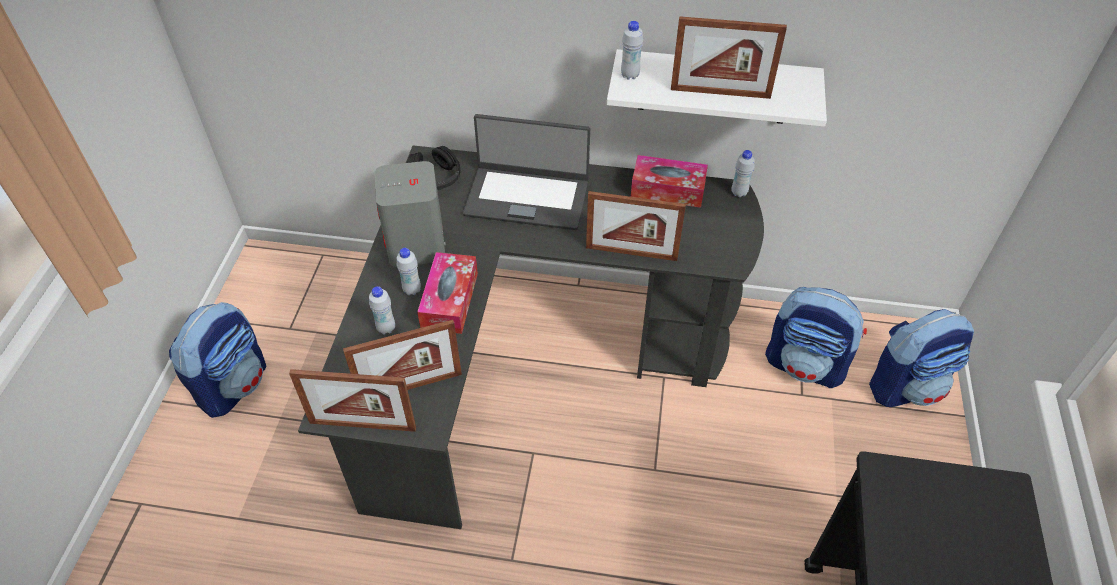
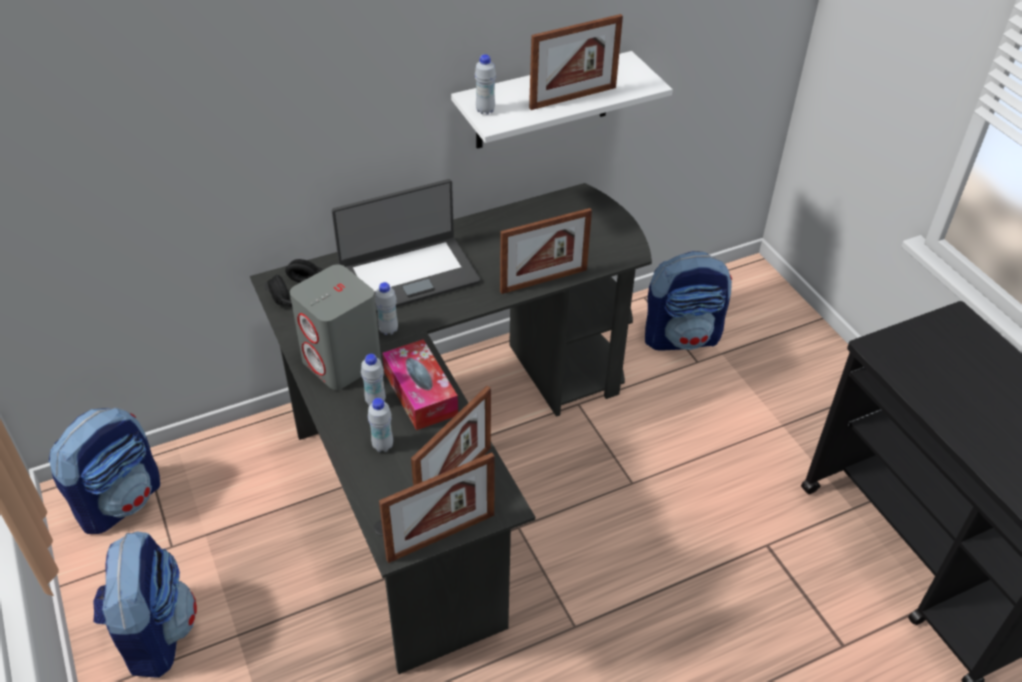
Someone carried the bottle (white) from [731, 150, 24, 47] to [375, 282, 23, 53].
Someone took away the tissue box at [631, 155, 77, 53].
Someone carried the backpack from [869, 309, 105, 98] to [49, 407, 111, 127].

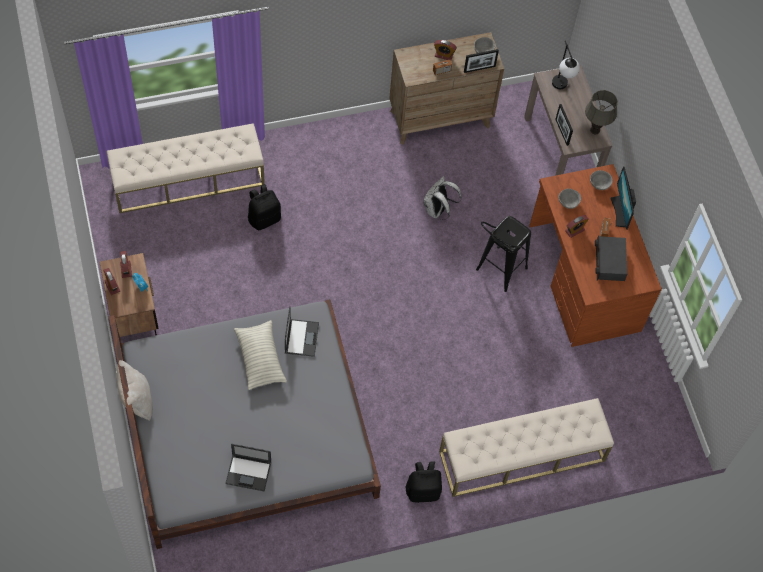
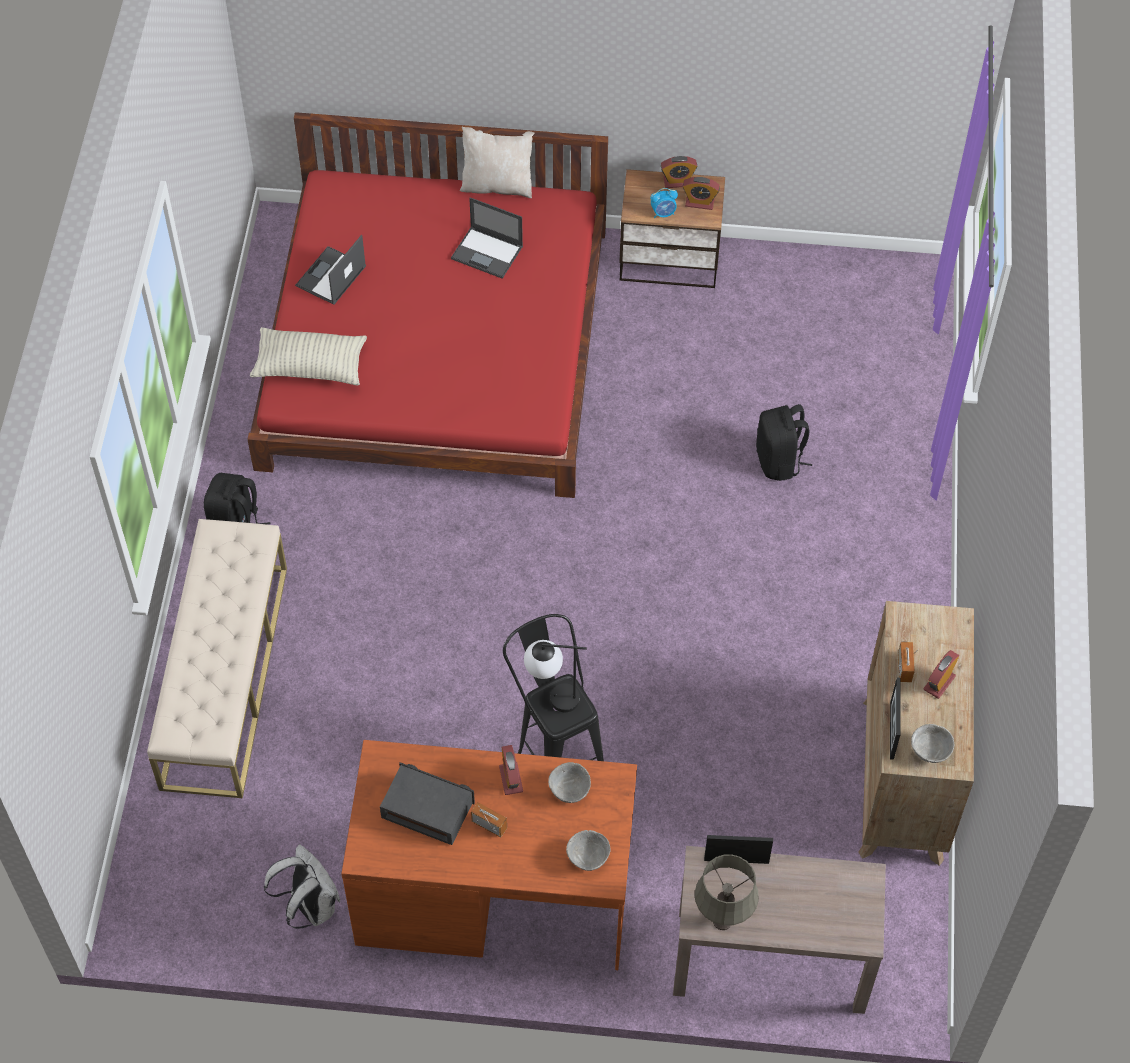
Someone carried the table lamp from [552, 41, 28, 48] to [524, 640, 63, 72].
Someone took away the bench (beige) at [107, 123, 158, 90].
Someone took away the monitor at [610, 166, 26, 64].
Someone carried the backpack (white) from [423, 176, 39, 44] to [264, 844, 76, 85].
Someone repainted the bed (grey) at [109, 299, 272, 250], which became the bed (red) at [247, 112, 361, 386].
Someone carried the laptop from [285, 306, 34, 51] to [451, 197, 72, 82].
Someone carried the pillow from [234, 320, 53, 70] to [250, 327, 117, 59].

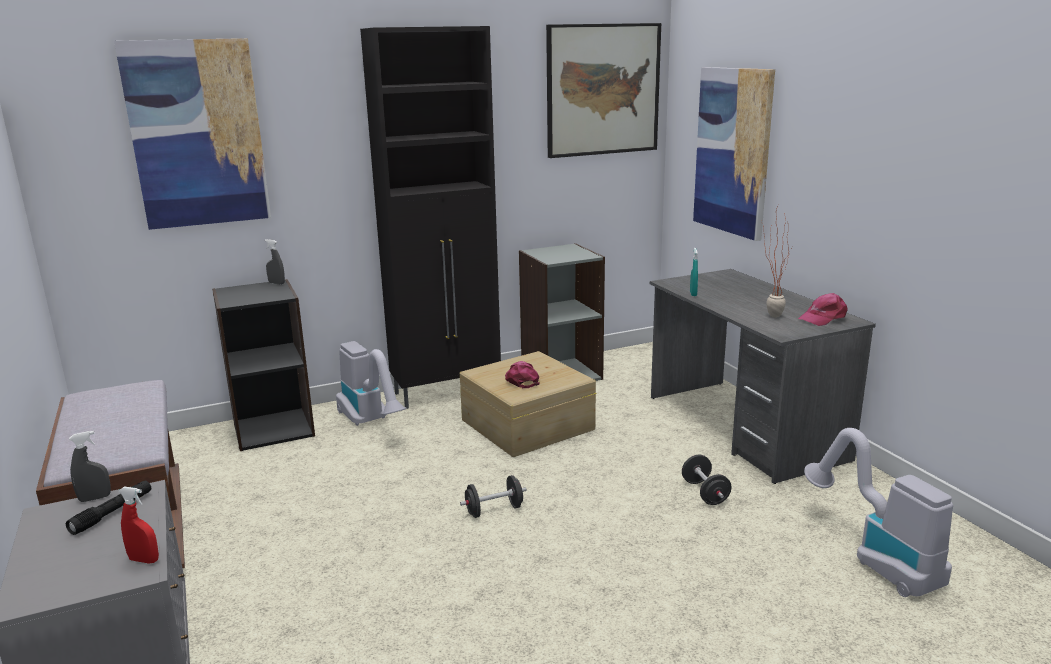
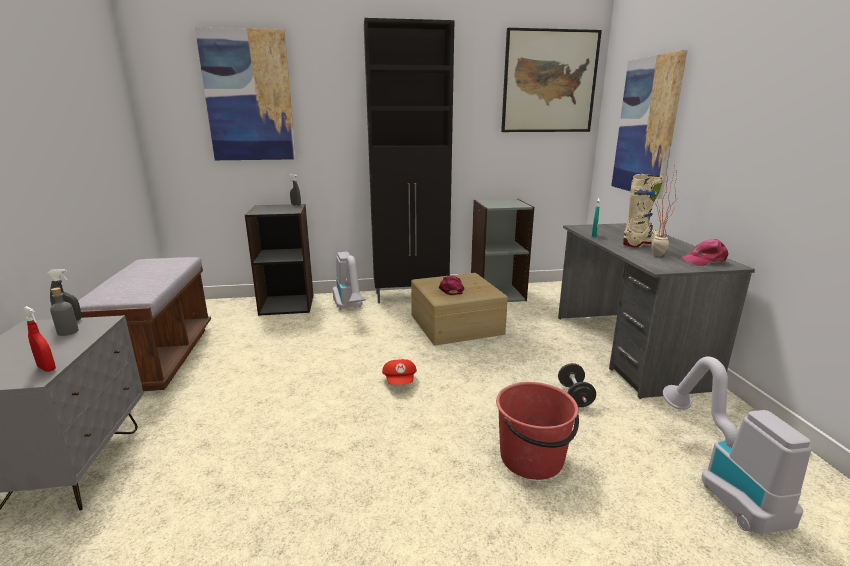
Someone swapped the dumbbell (black) at [460, 475, 67, 43] for the cap (red) at [382, 359, 35, 26].
Someone swapped the flashlight (black) at [66, 480, 85, 55] for the bottle (grey) at [50, 287, 29, 49].
Someone put down the boot (beige) at [623, 174, 41, 74].
Someone put down the bucket (red) at [496, 382, 83, 98].

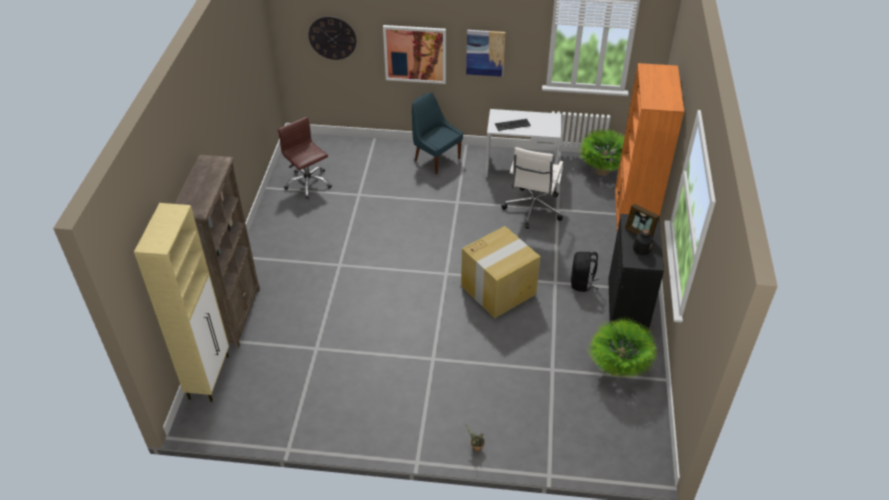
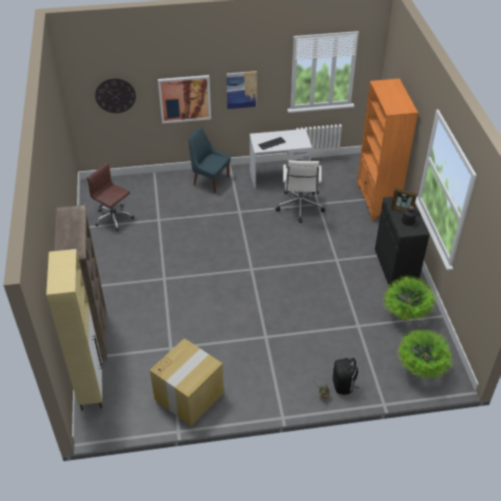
Someone carried the potted plant from [578, 129, 46, 47] to [396, 328, 58, 51].
Someone carried the cardboard box from [461, 226, 80, 92] to [150, 338, 74, 88].
Someone carried the backpack (black) from [571, 252, 28, 40] to [333, 358, 26, 37].

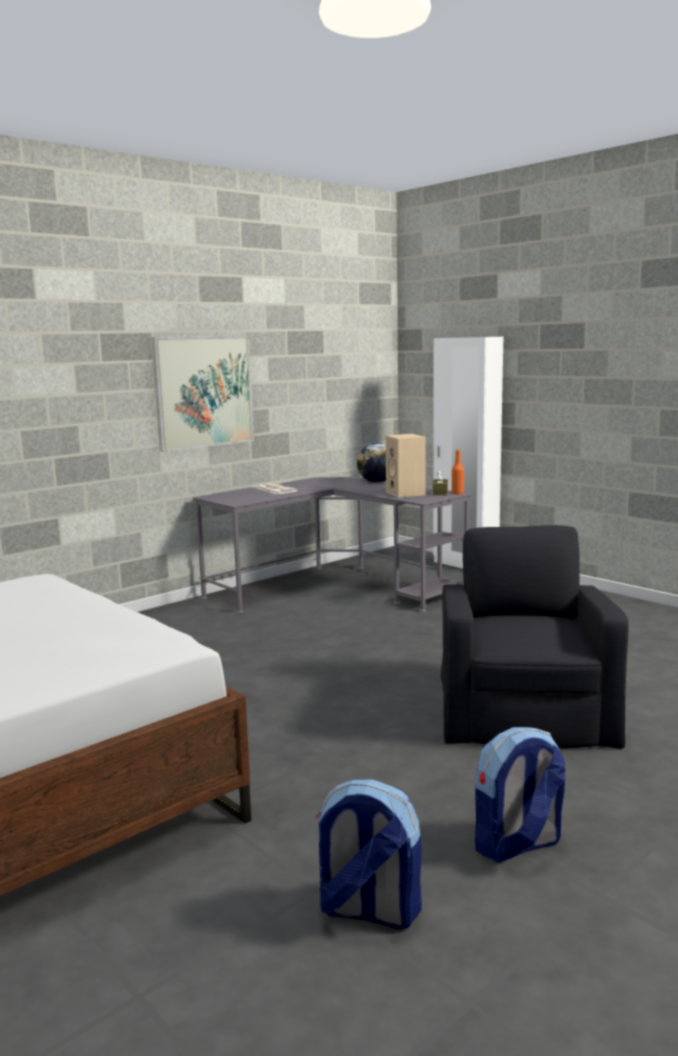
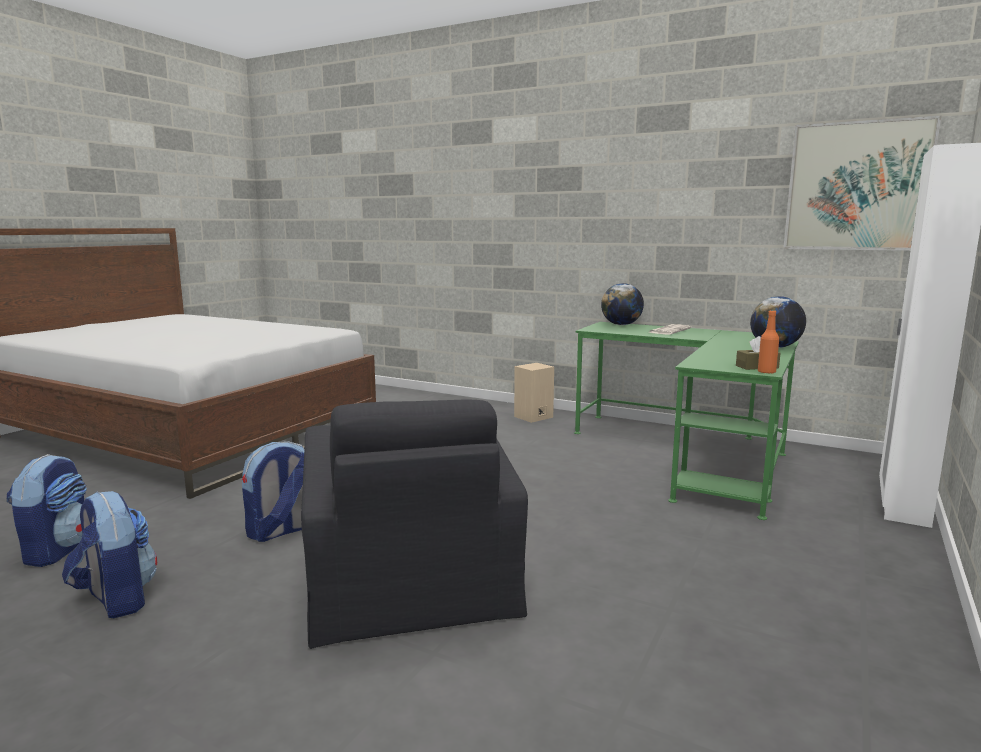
Someone carried the picture from [152, 336, 102, 116] to [783, 115, 159, 136].
Someone carried the speaker (beige) from [386, 434, 39, 64] to [514, 363, 40, 60].
Someone repainted the desk (grey) at [193, 477, 279, 136], which became the desk (green) at [574, 322, 225, 198].
Someone rotated the armchair (black) at [441, 525, 188, 224] by 90 degrees clockwise.
Someone put down the globe at [601, 283, 43, 42].
Someone put down the backpack at [242, 442, 62, 100].

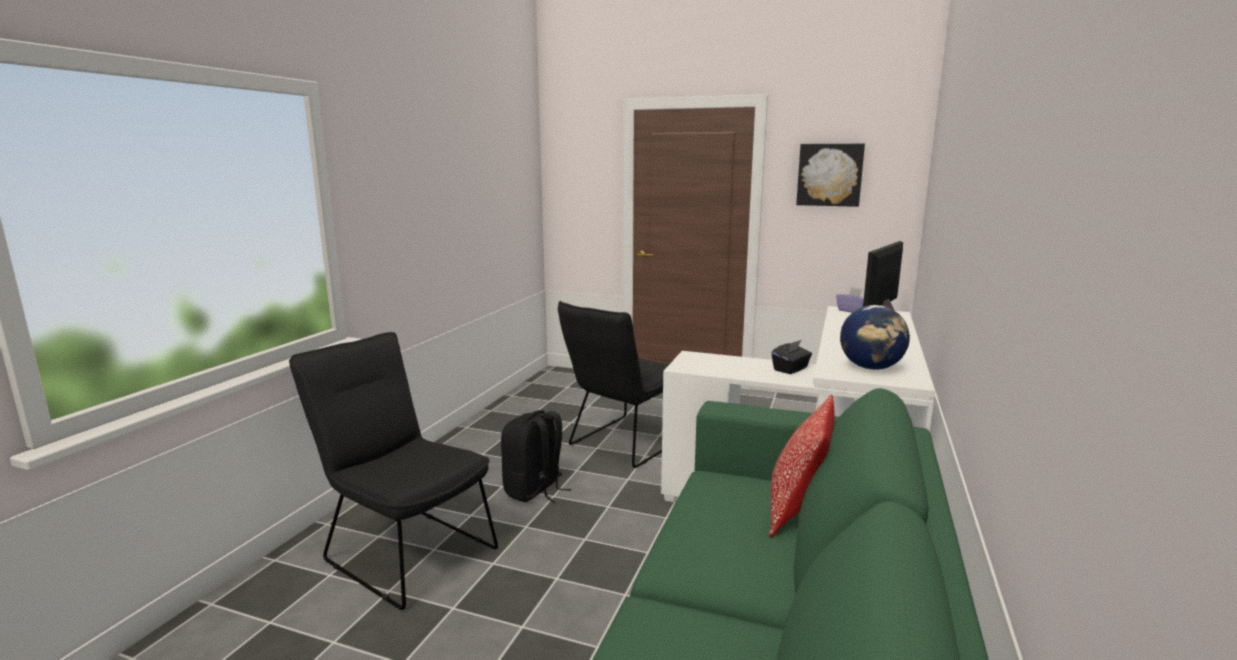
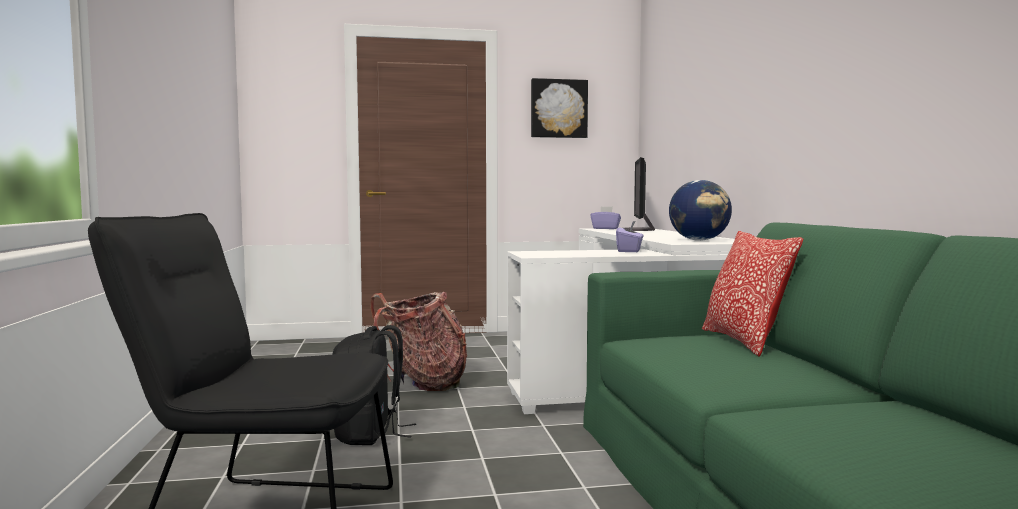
Someone swapped the chair (black) at [558, 301, 111, 167] for the backpack at [370, 292, 97, 99].
Someone repainted the tissue box (black) at [772, 340, 40, 34], which became the tissue box (purple) at [616, 221, 27, 31].

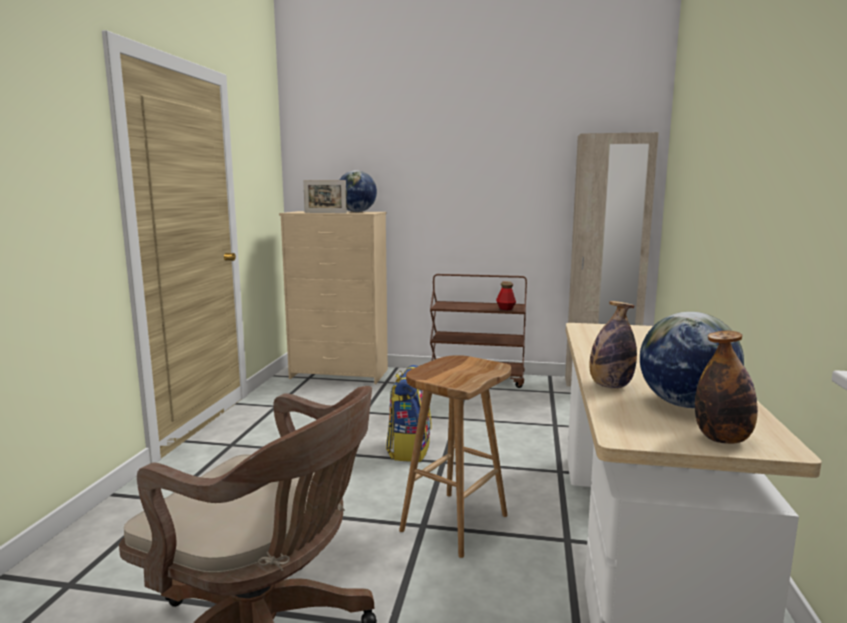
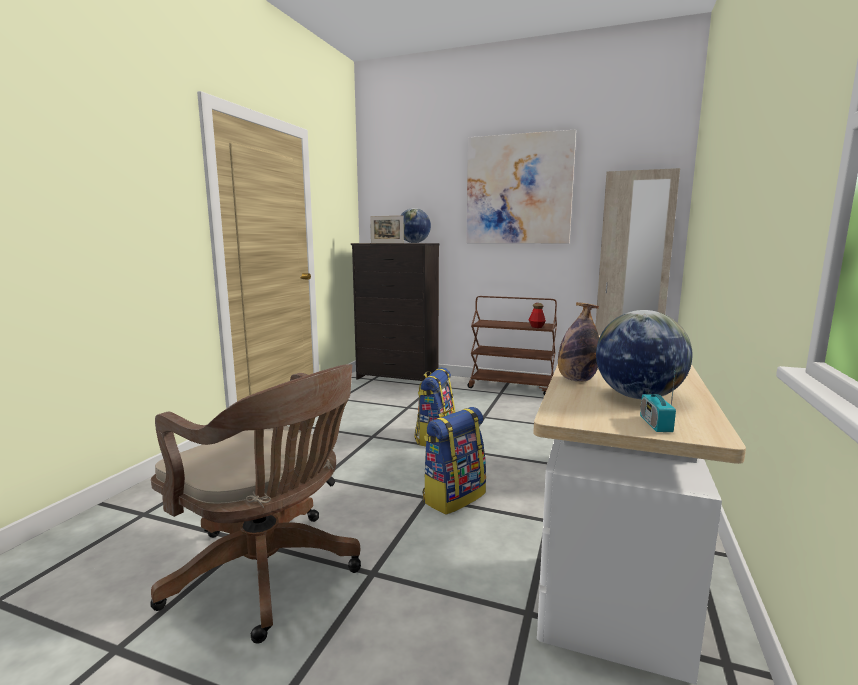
Someone repainted the dresser (beige) at [279, 211, 109, 173], which became the dresser (black) at [351, 243, 89, 138].
Someone swapped the bottle at [695, 330, 63, 114] for the radio at [640, 365, 36, 67].
Someone swapped the stool (brown) at [399, 355, 112, 203] for the backpack at [423, 407, 63, 108].
Someone put up the picture at [466, 129, 110, 114].

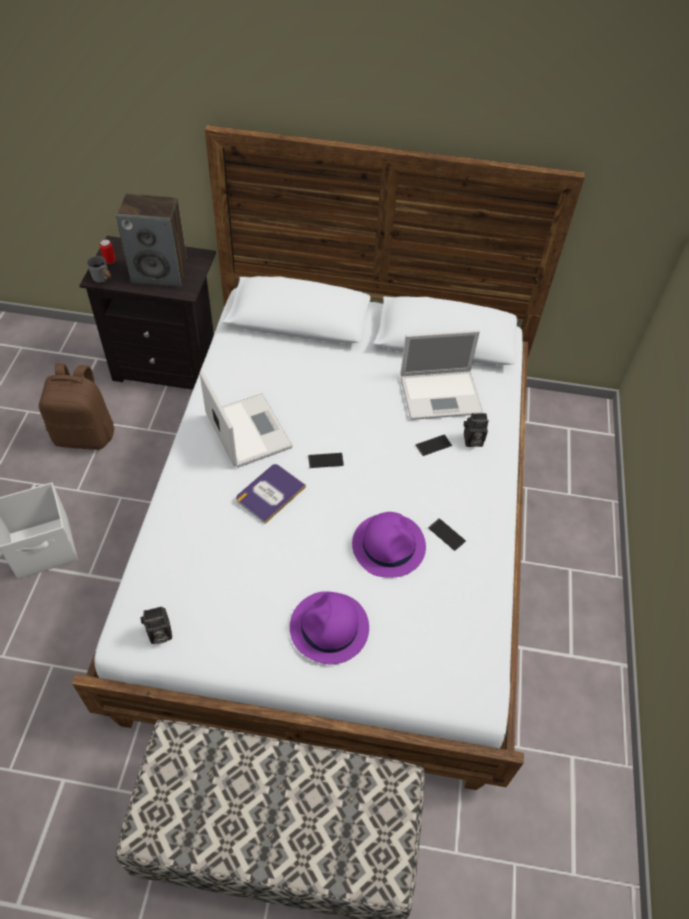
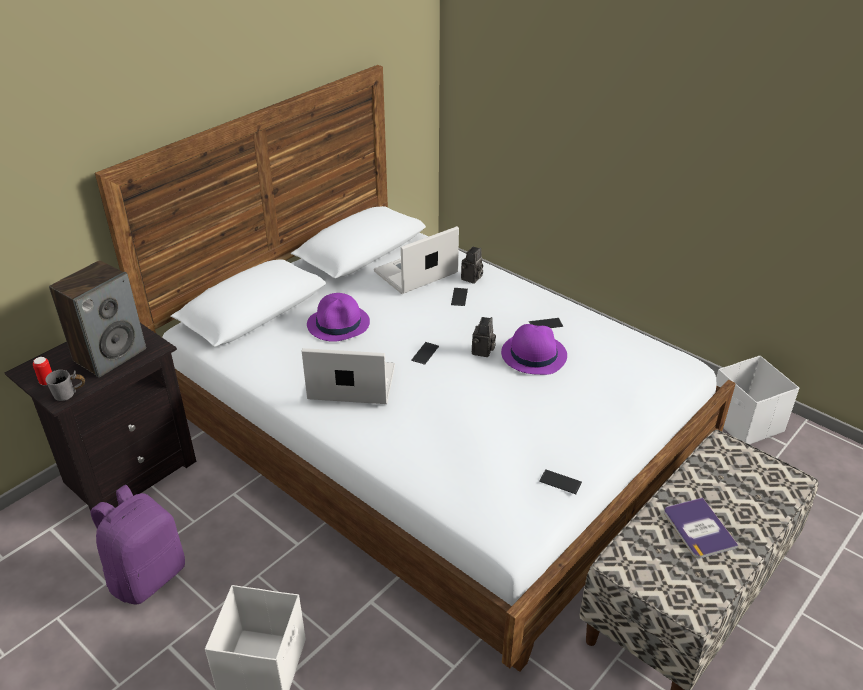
Someone rotated the laptop at [400, 330, 83, 90] by 150 degrees counterclockwise.
Someone repainted the backpack (brown) at [39, 363, 75, 87], which became the backpack (purple) at [90, 485, 95, 120].
Someone carried the book from [236, 464, 70, 60] to [664, 497, 75, 62].
Someone carried the hat (purple) from [290, 591, 79, 73] to [307, 293, 63, 49].
Someone carried the photo camera from [140, 607, 32, 37] to [472, 317, 24, 40].
Someone put down the storage box (white) at [716, 356, 83, 88].
Someone put down the phone at [539, 469, 43, 25].

